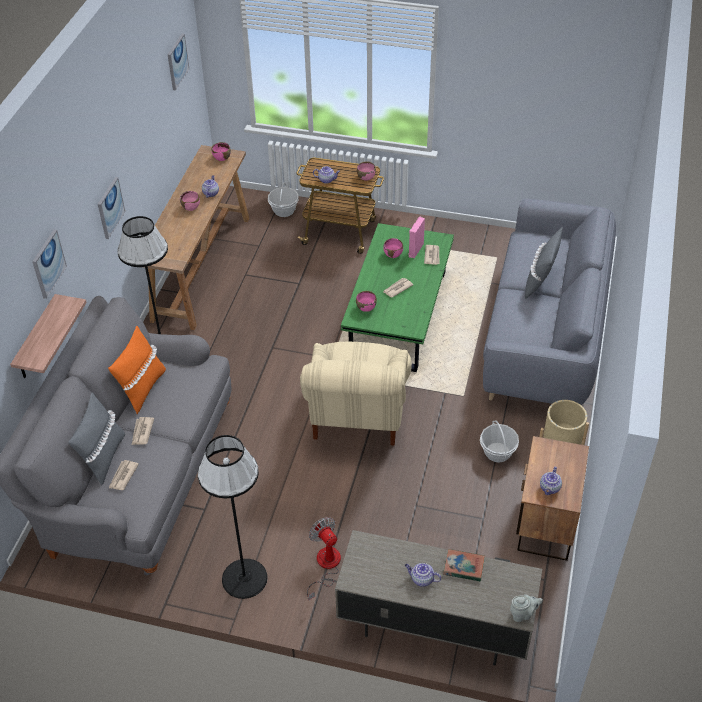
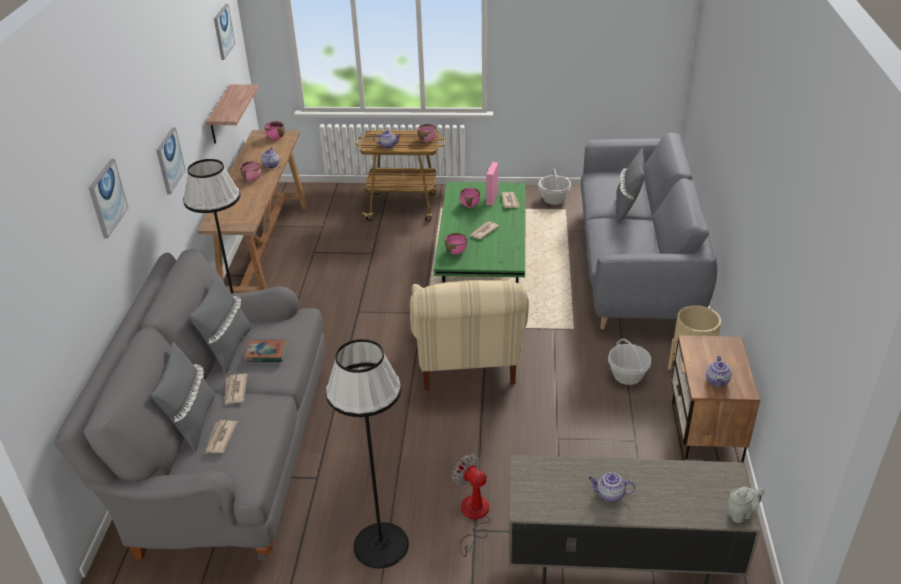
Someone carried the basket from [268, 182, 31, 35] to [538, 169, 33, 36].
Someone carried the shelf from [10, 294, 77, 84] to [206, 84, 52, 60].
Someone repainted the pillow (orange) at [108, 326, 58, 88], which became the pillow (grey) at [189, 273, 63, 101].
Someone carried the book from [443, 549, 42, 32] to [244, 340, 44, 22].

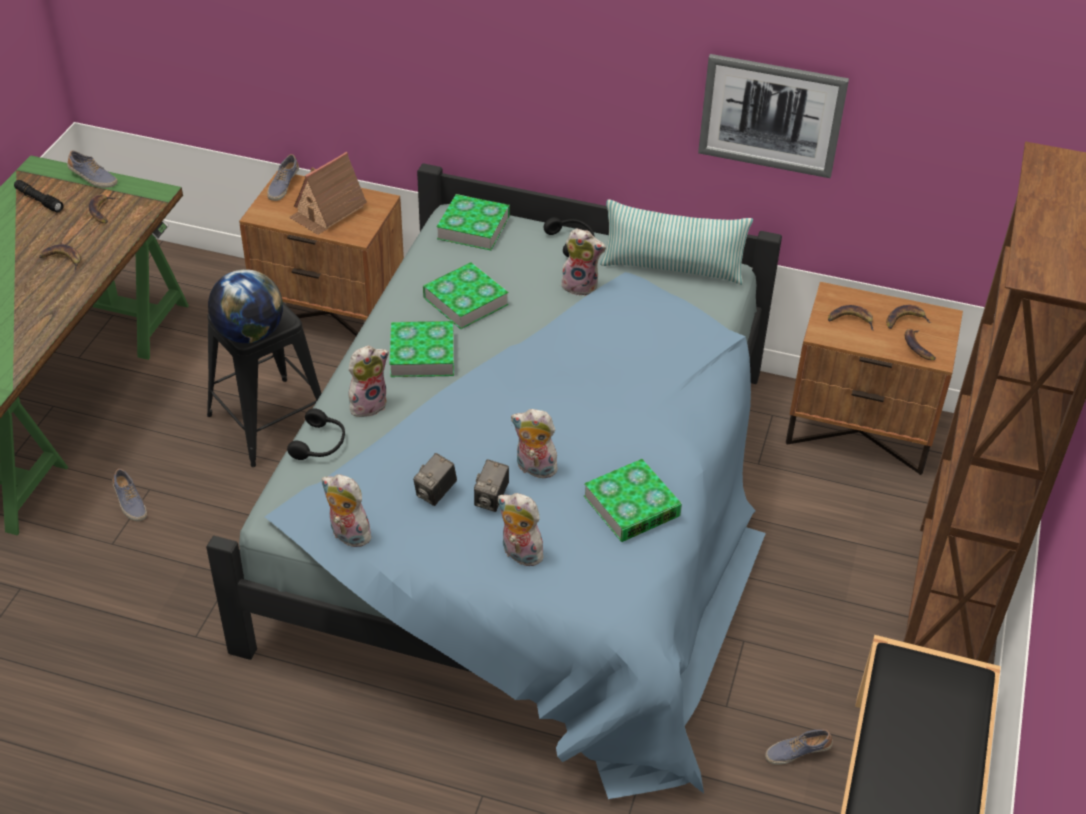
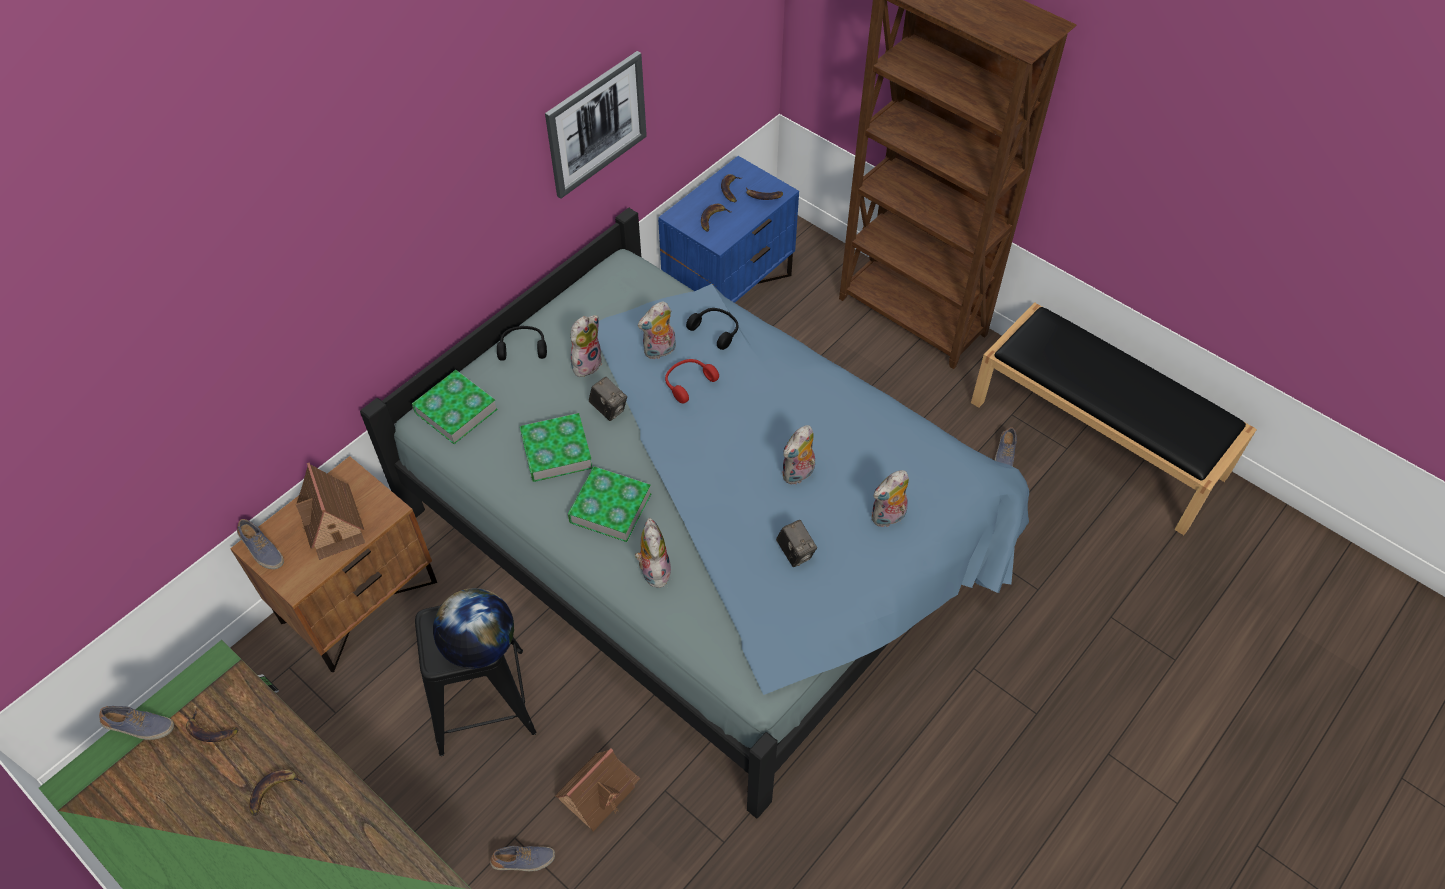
Someone rotated the shoe at [67, 150, 51, 38] by 45 degrees clockwise.
Someone took away the flashlight (black) at [14, 180, 50, 33].
Someone took away the pillow at [600, 199, 153, 86].
Someone repainted the nightstand (brown) at [786, 282, 177, 193], which became the nightstand (blue) at [658, 156, 141, 147].
Someone carried the headphones (black) from [287, 408, 58, 52] to [686, 308, 52, 42].
Someone carried the photo camera from [474, 459, 35, 53] to [589, 377, 38, 44].
Someone took away the book at [584, 459, 98, 83].
Someone carried the plush toy from [322, 474, 49, 74] to [638, 302, 38, 57].
Someone put down the headphones (red) at [665, 359, 54, 44].
Someone put down the toy house at [555, 748, 85, 84].

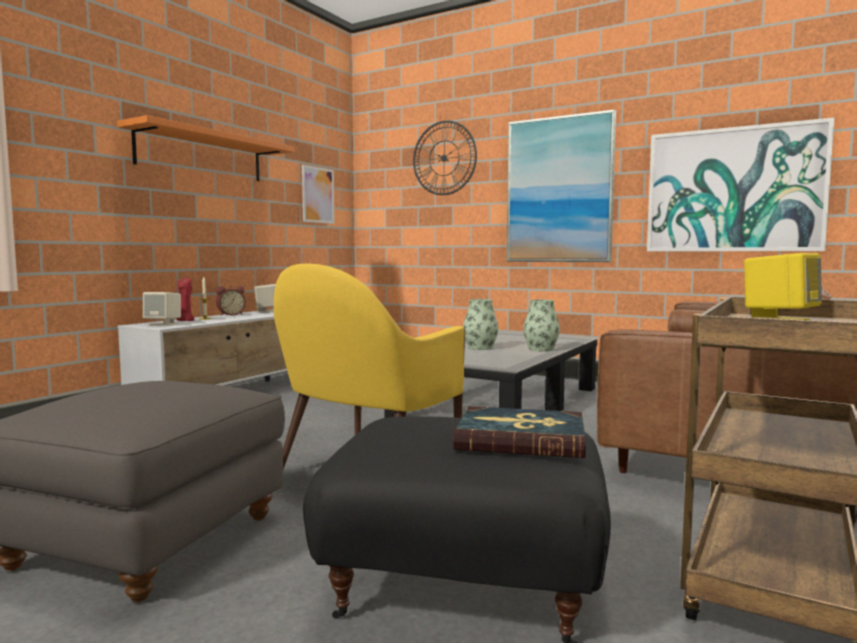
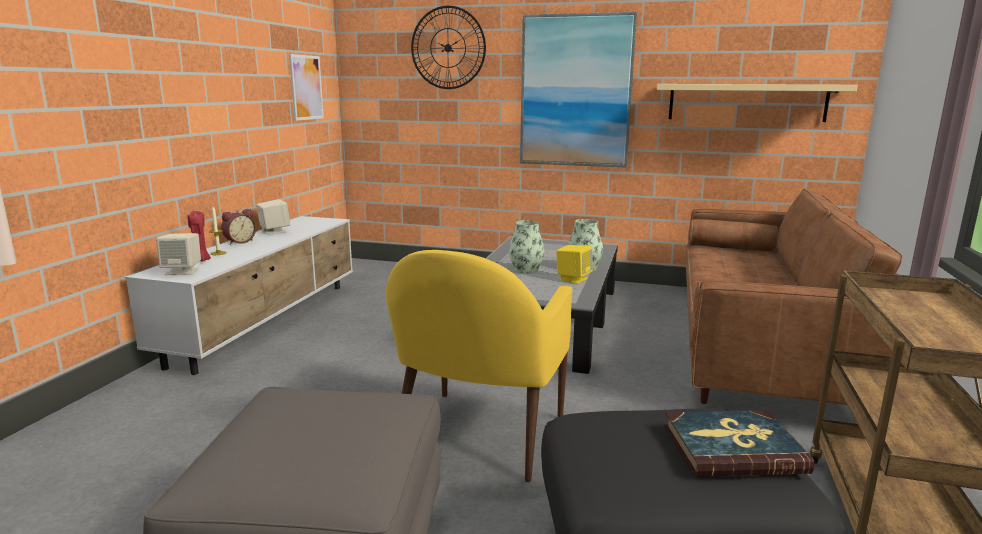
Someone took away the shelf (orange) at [117, 115, 178, 66].
Someone swapped the picture at [647, 118, 188, 134] for the shelf (beige) at [657, 84, 201, 38].
Someone carried the speaker (yellow) from [744, 253, 78, 67] to [556, 245, 37, 39].

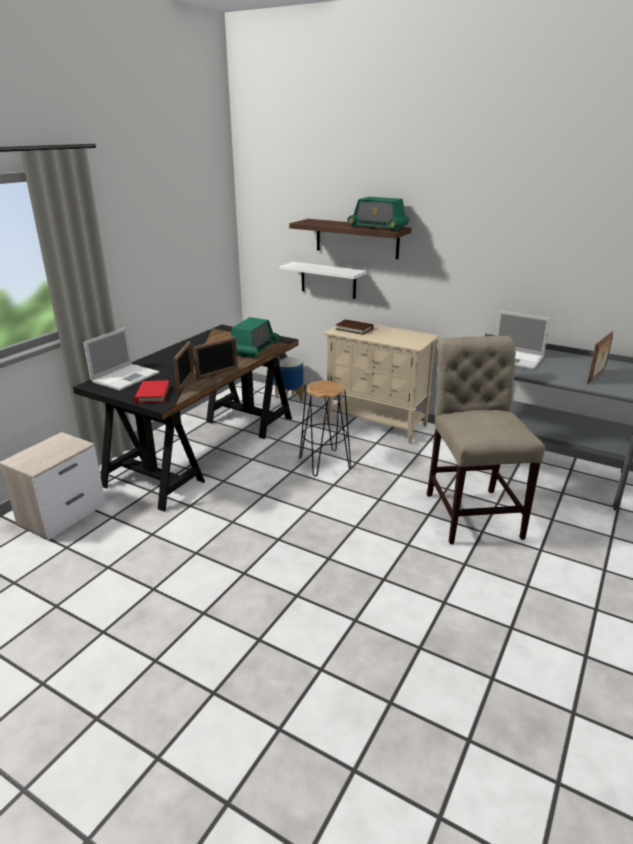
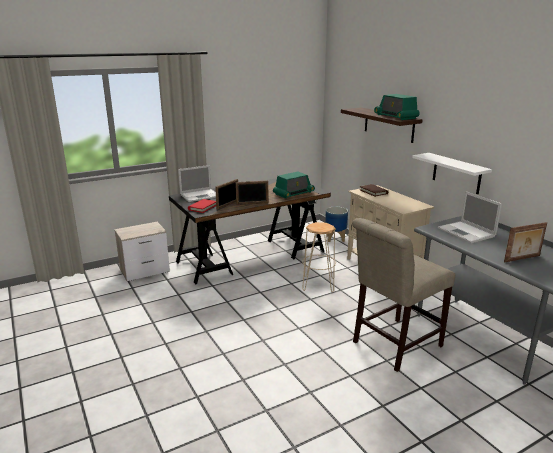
Someone carried the shelf (white) from [279, 262, 87, 37] to [412, 153, 80, 41].
Someone rotated the chair (beige) at [427, 336, 118, 208] by 150 degrees counterclockwise.
Someone repainted the stool (black) at [299, 380, 52, 96], which became the stool (beige) at [302, 222, 34, 70].

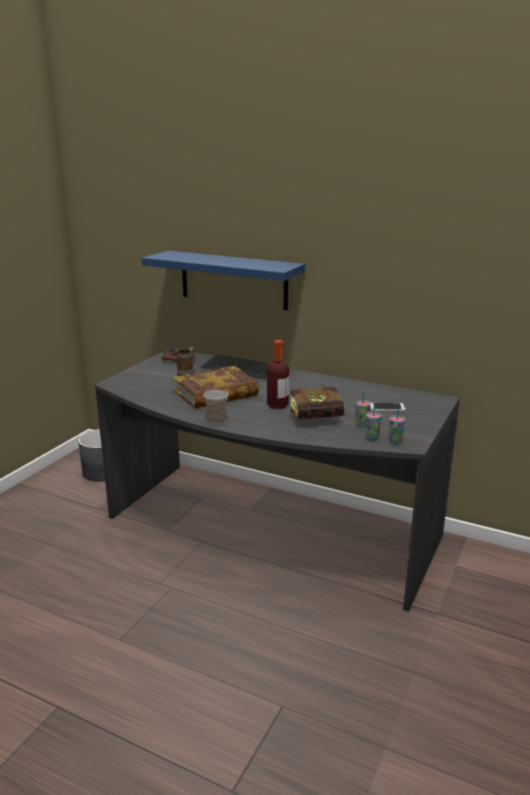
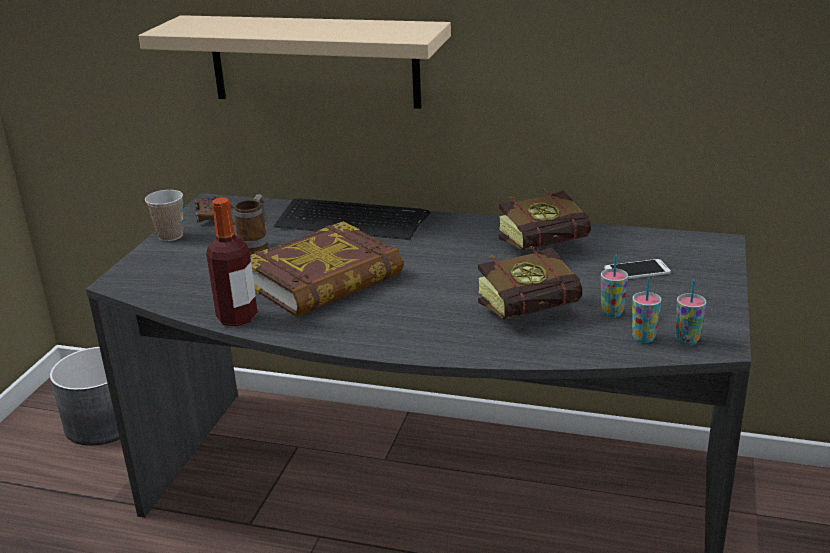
Someone repainted the shelf (blue) at [142, 251, 163, 59], which became the shelf (beige) at [139, 15, 312, 94].
Someone carried the bottle from [267, 340, 22, 69] to [206, 197, 52, 129].
Someone carried the cup from [204, 390, 24, 34] to [145, 190, 39, 51].
Someone put down the book at [499, 189, 92, 61].

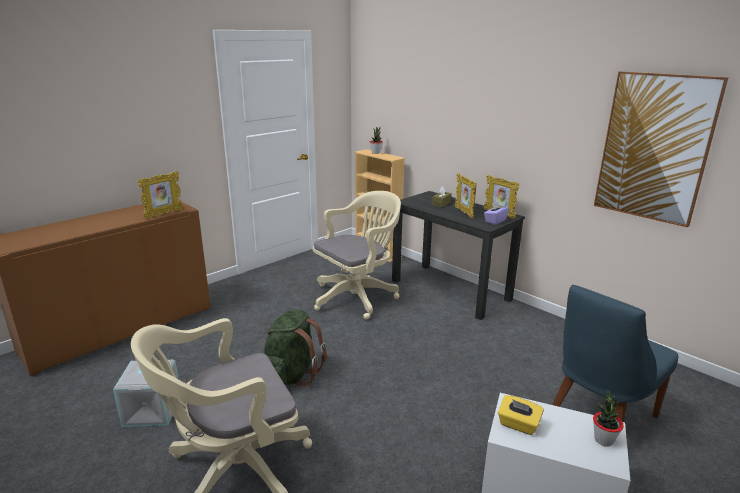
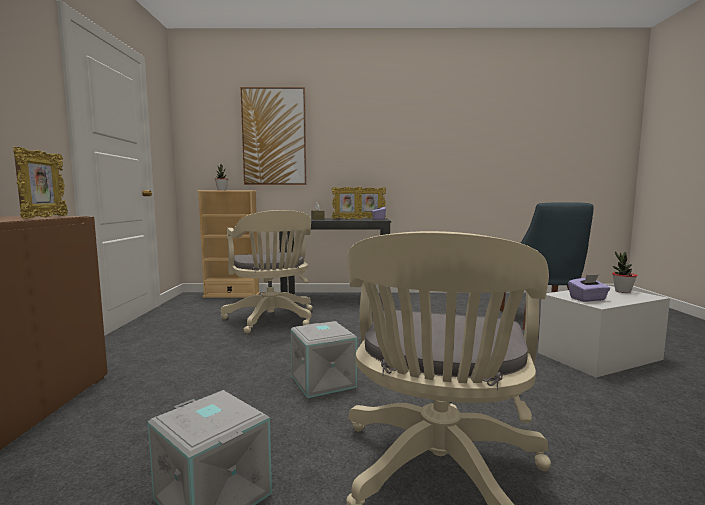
Someone carried the picture from [594, 71, 135, 156] to [241, 87, 66, 98].
Someone rotated the office chair (beige) at [313, 191, 88, 129] by 150 degrees clockwise.
Someone swapped the backpack (green) at [264, 310, 63, 76] for the storage box (grey) at [291, 321, 66, 77].
Someone repainted the tissue box (yellow) at [498, 395, 46, 40], which became the tissue box (purple) at [568, 275, 42, 27].

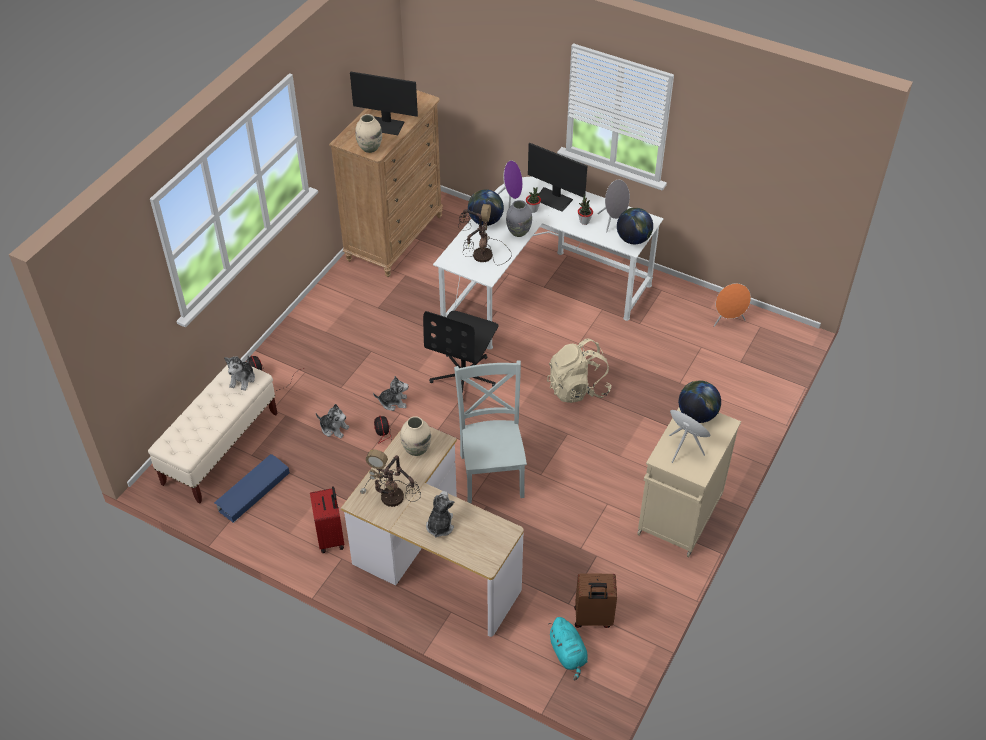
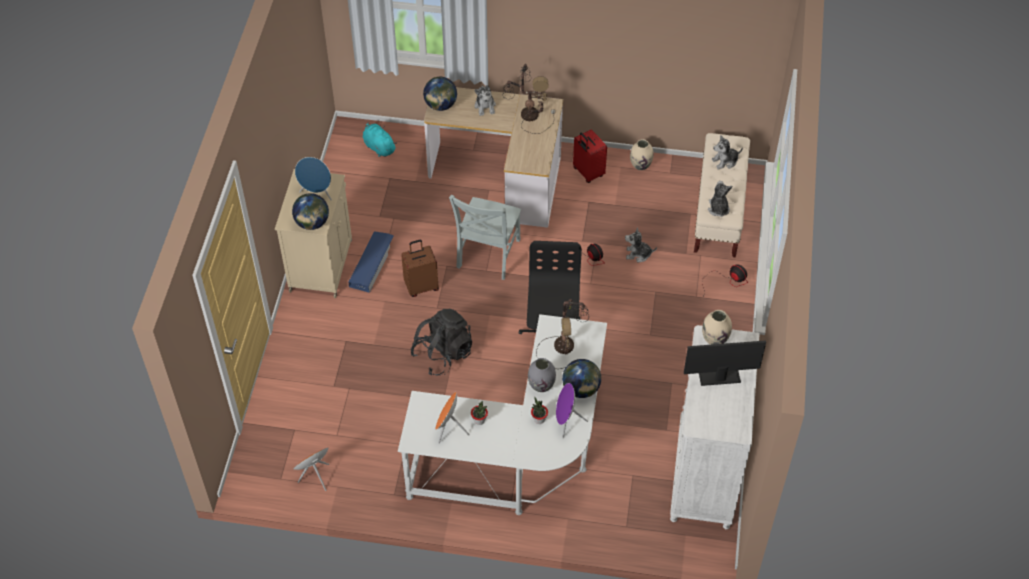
Someone repainted the dresser (brown) at [329, 90, 114, 187], which became the dresser (white) at [670, 325, 90, 204].
Someone took away the monitor at [528, 143, 59, 69].
Someone repainted the speaker (grey) at [598, 180, 32, 52], which became the speaker (orange) at [435, 392, 35, 52].
Someone carried the globe from [617, 208, 36, 36] to [423, 77, 34, 34].
Someone repainted the backpack (beige) at [547, 339, 65, 64], which became the backpack (black) at [411, 309, 61, 67].
Someone rotated the chair (grey) at [454, 360, 73, 143] by 45 degrees clockwise.
Someone carried the plush toy from [373, 376, 35, 35] to [712, 135, 31, 35].
Someone carried the vase (beige) from [401, 416, 30, 40] to [630, 139, 23, 31].
Someone carried the storage box (blue) from [214, 454, 76, 69] to [348, 231, 46, 62].
Someone carried the suitcase (brown) from [574, 573, 43, 55] to [401, 240, 38, 57].

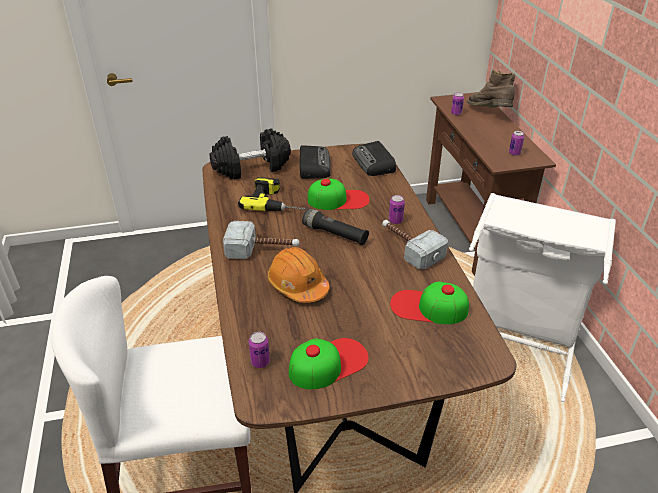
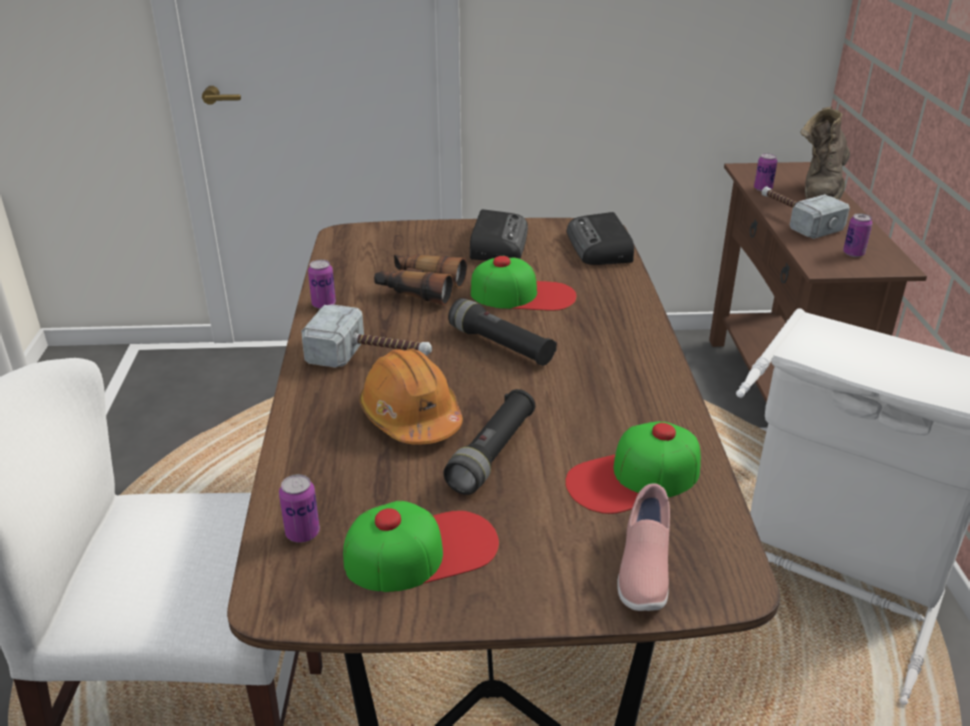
Someone rotated the boot (brown) at [467, 70, 48, 38] by 135 degrees counterclockwise.
Someone took away the dumbbell (black) at [210, 128, 81, 51].
Someone swapped the power drill at [238, 177, 68, 34] for the binoculars at [374, 254, 93, 51].
Someone carried the can from [389, 195, 16, 29] to [308, 260, 28, 49].
Someone carried the hammer from [382, 220, 66, 49] to [762, 187, 88, 52].
Someone rotated the cap at [390, 281, 79, 43] by 45 degrees counterclockwise.
Someone put down the flashlight (black) at [443, 389, 92, 106].
Someone put down the shoe (pink) at [617, 483, 53, 128].

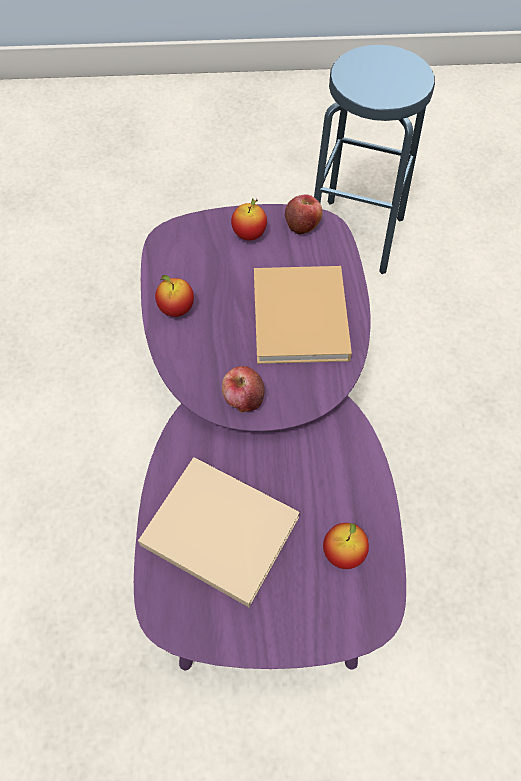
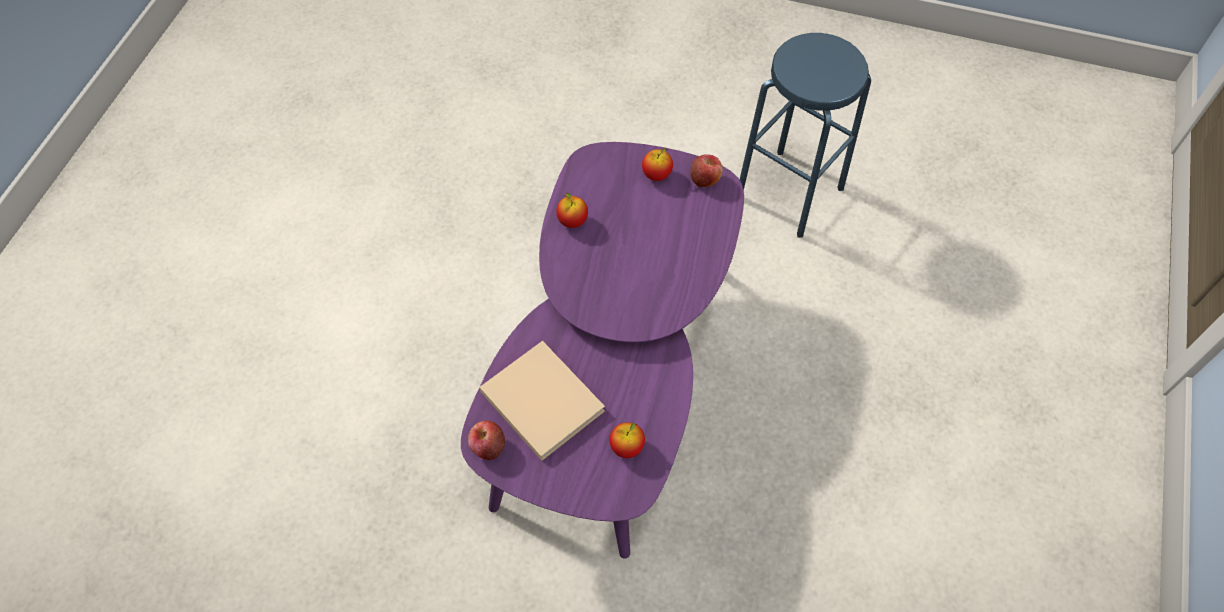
Someone took away the book (beige) at [254, 266, 98, 98].
Someone carried the apple from [222, 366, 43, 46] to [468, 421, 37, 39].

